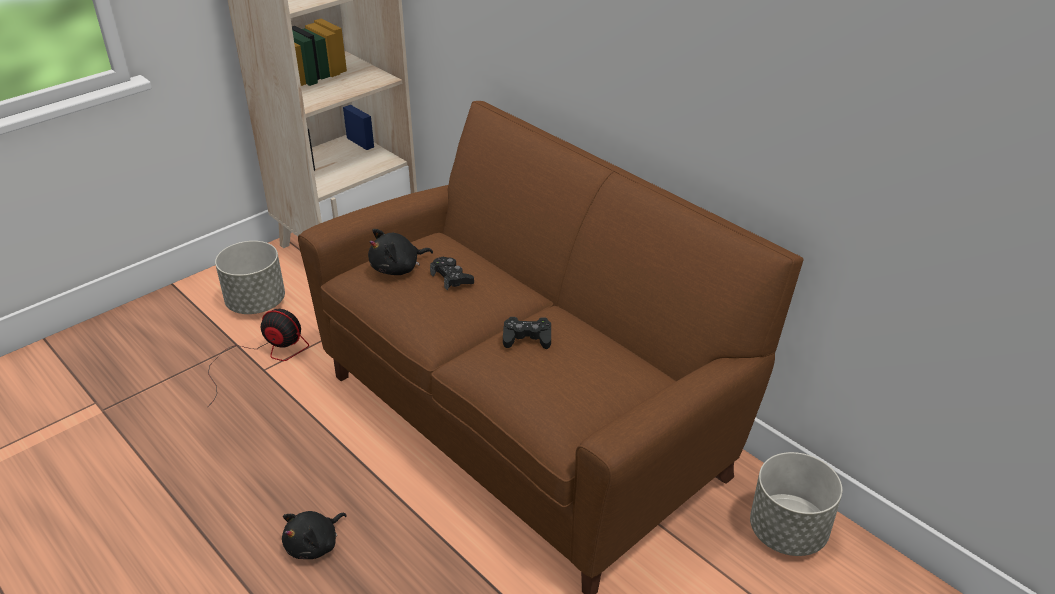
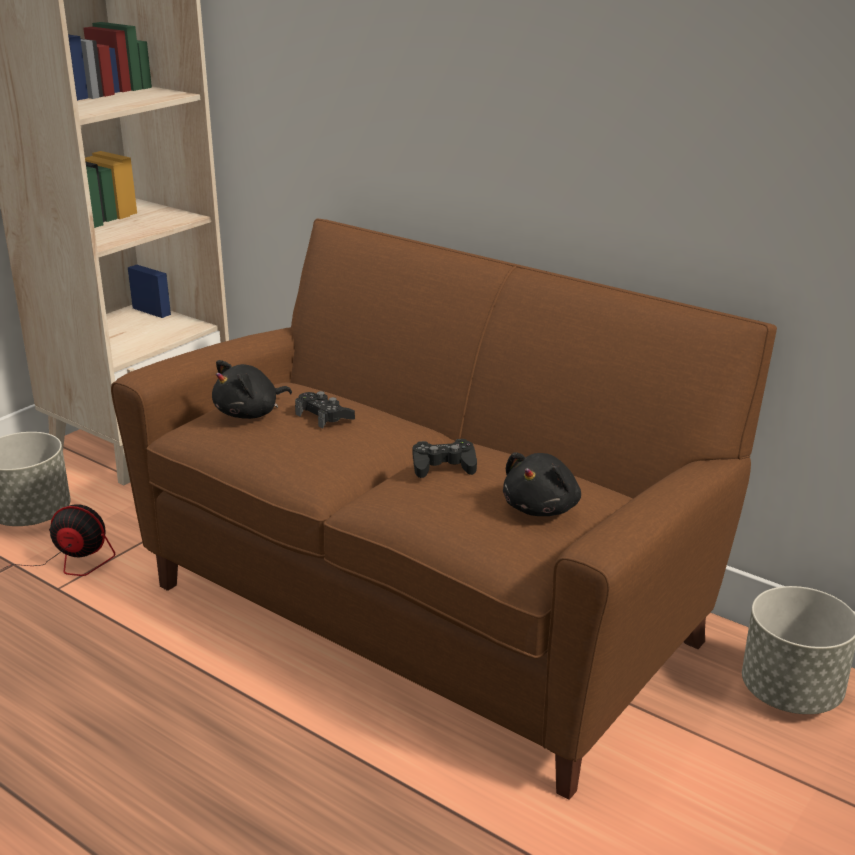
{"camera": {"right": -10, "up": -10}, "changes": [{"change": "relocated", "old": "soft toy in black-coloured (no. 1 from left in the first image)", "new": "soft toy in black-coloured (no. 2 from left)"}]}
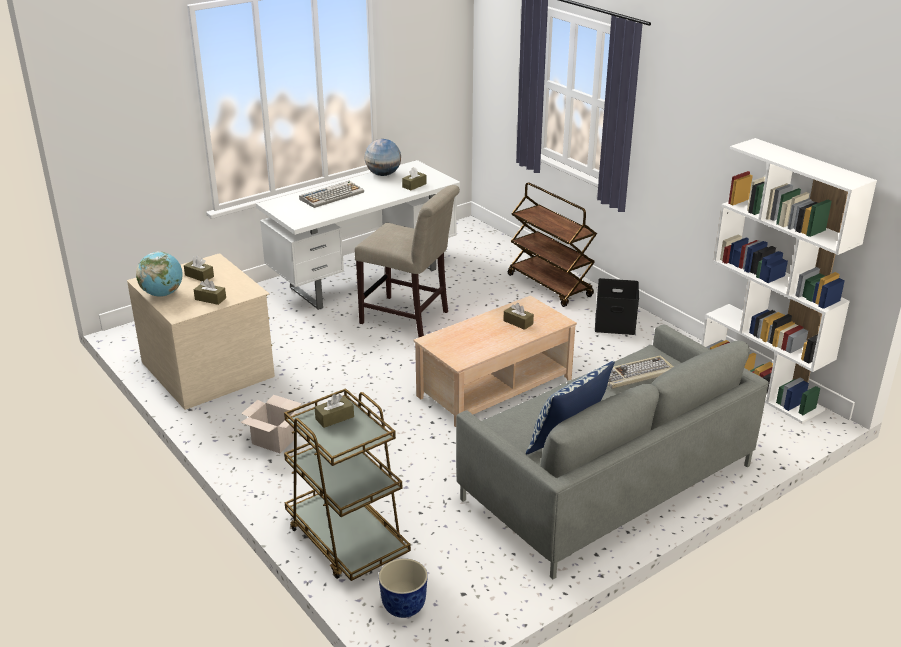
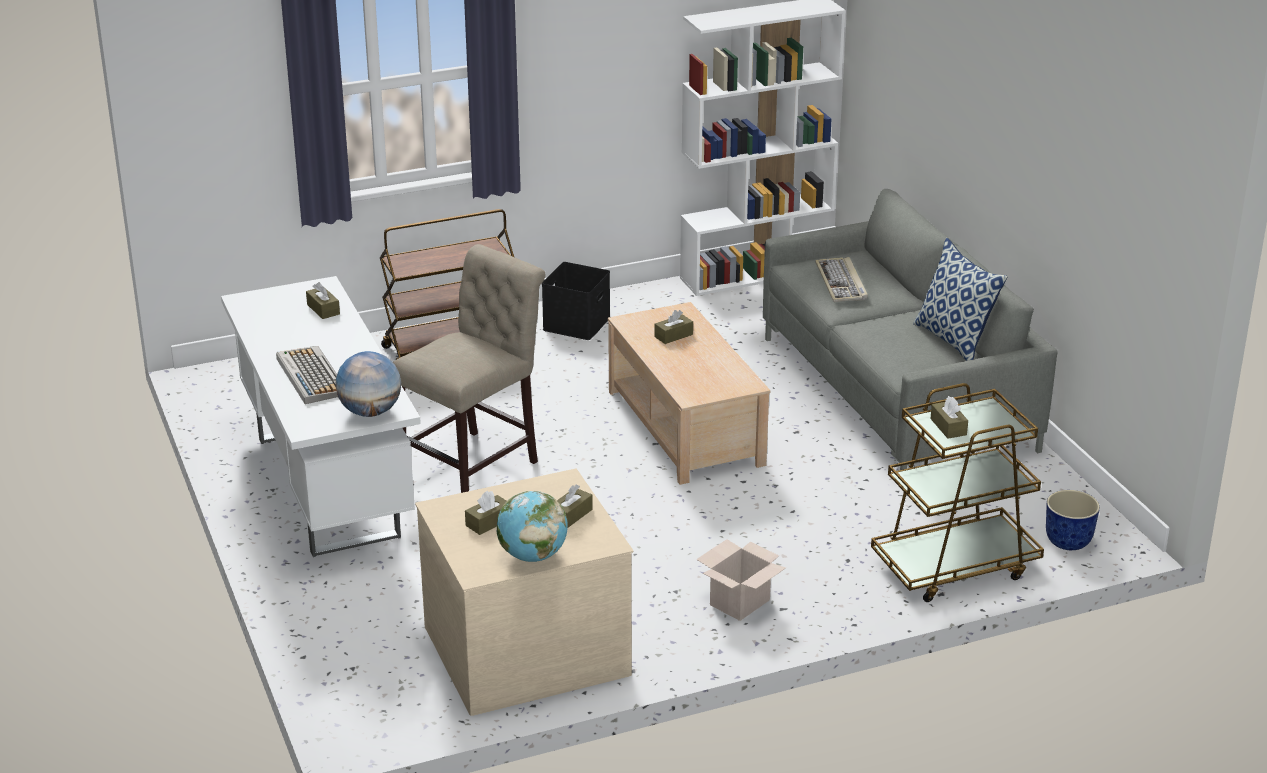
{"camera": {"right": -75, "up": 0}, "changes": [{"change": "relocated", "old": "desk globe (no. 2 from left in the first image)", "new": "desk globe (no. 1 from left)"}]}
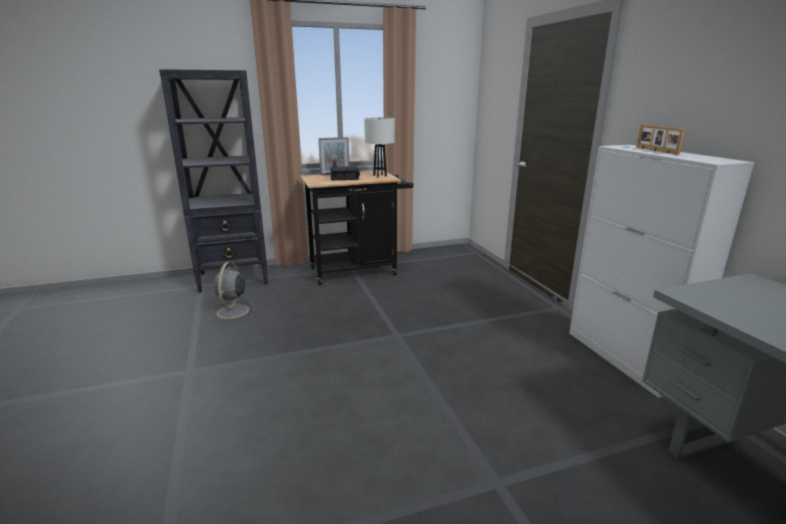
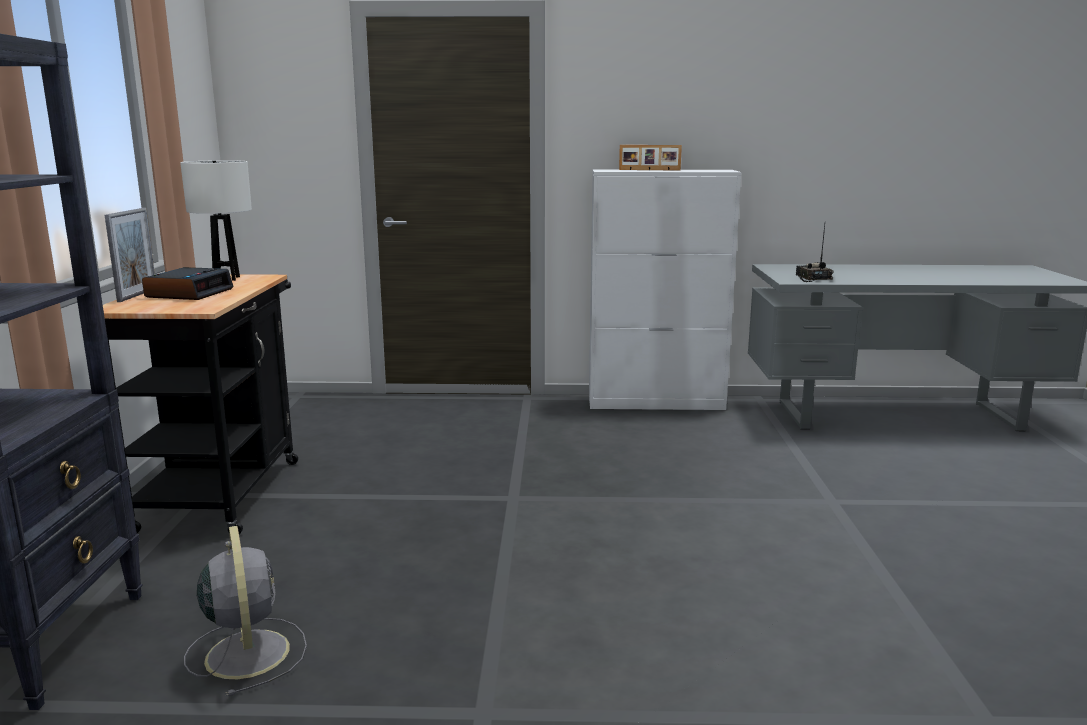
{"camera": {"right": -70, "up": -5}, "changes": [{"change": "spun", "old": "fan in greyish", "degrees": -135}, {"change": "appeared", "new": "radio set"}]}
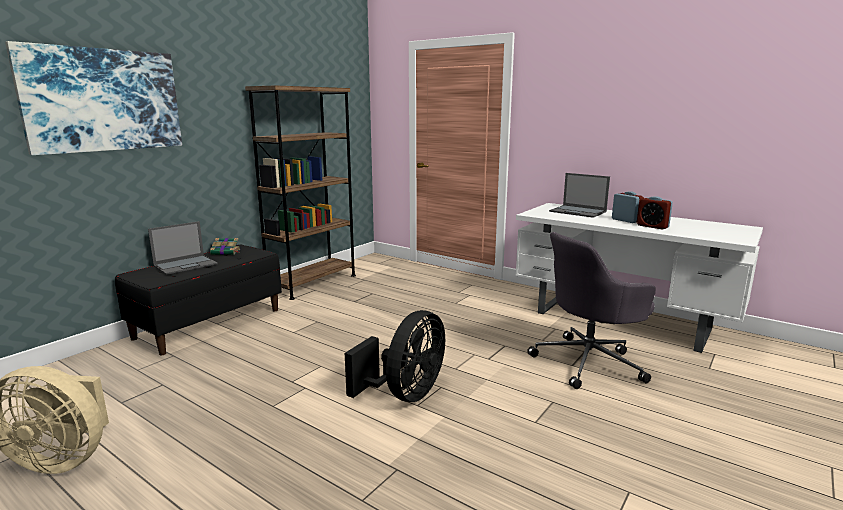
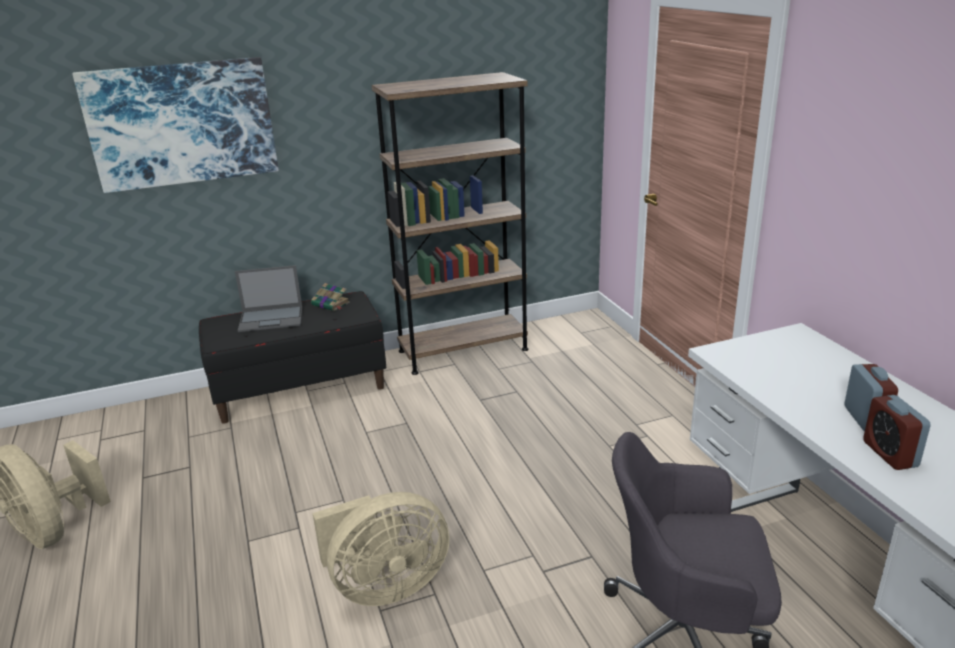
{"camera": {"right": 35, "up": 10}, "changes": [{"change": "colour", "old": "fan in black-coloured", "new": "fan in beige (no. 2 from left)"}, {"change": "missing", "old": "portable computer (no. 2 from left)"}]}
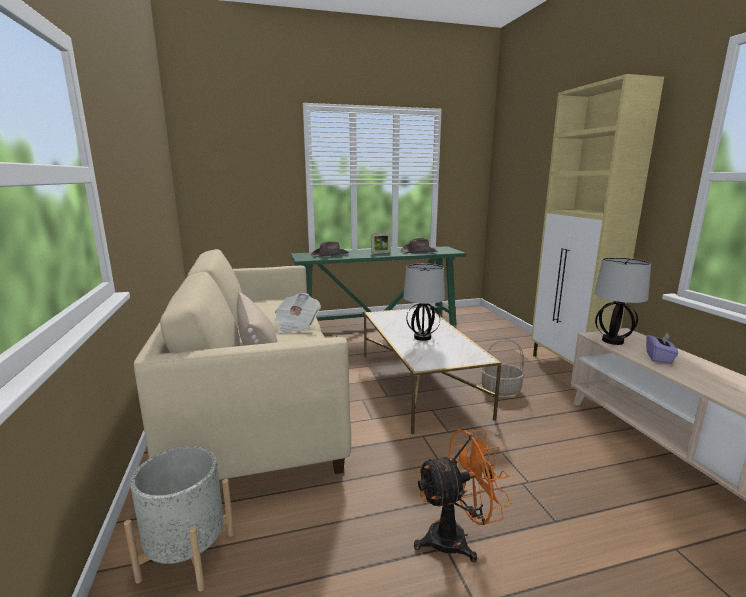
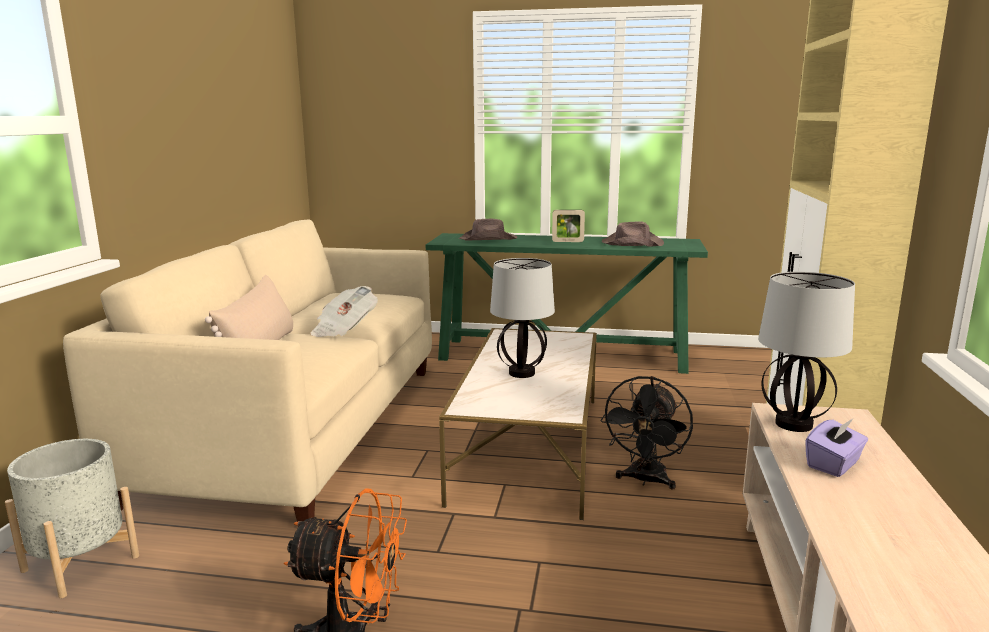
{"camera": {"right": 25, "up": 0}, "changes": [{"change": "exchanged", "old": "household basket", "new": "fan in black-coloured"}]}
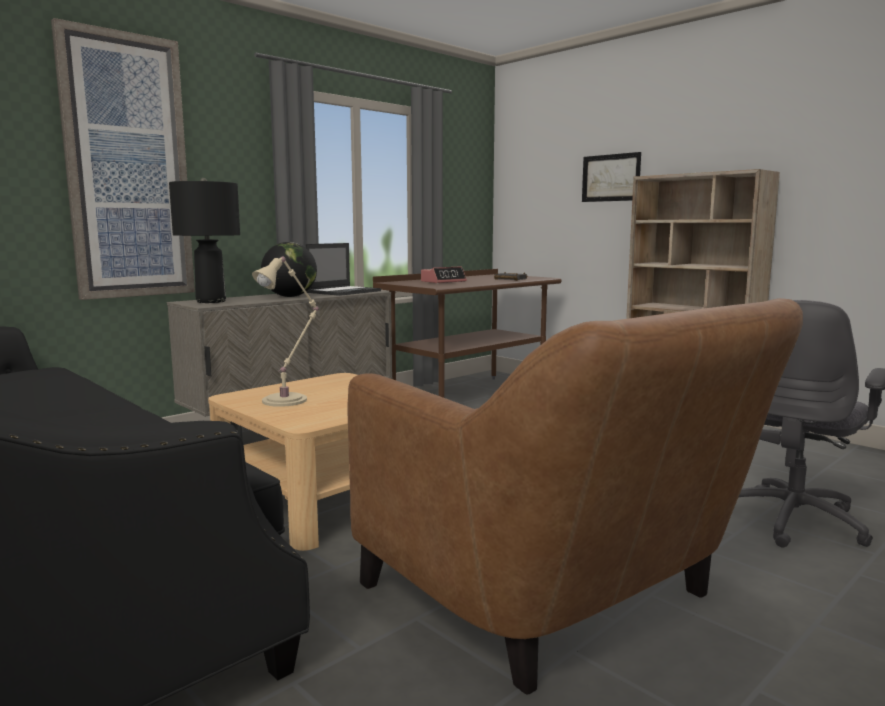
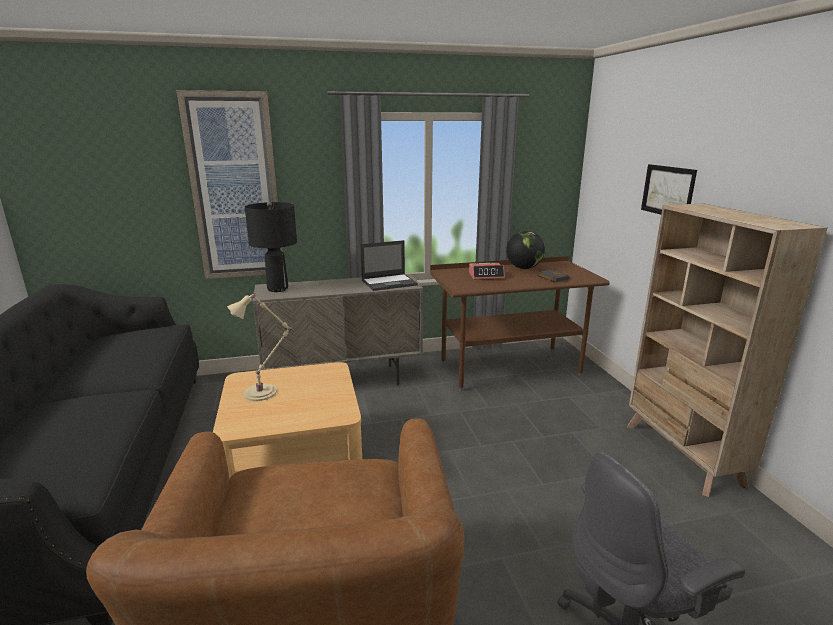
{"camera": {"right": 30, "up": 10}, "changes": [{"change": "relocated", "old": "desk globe"}]}
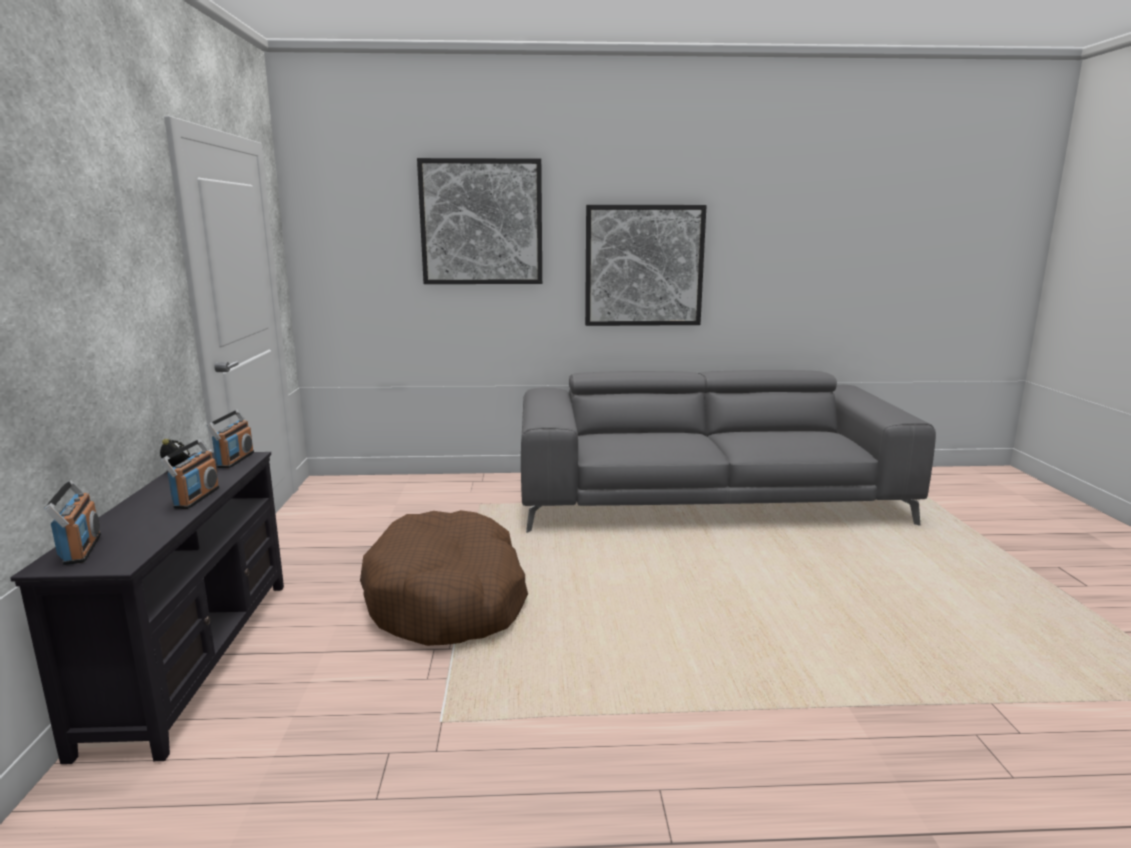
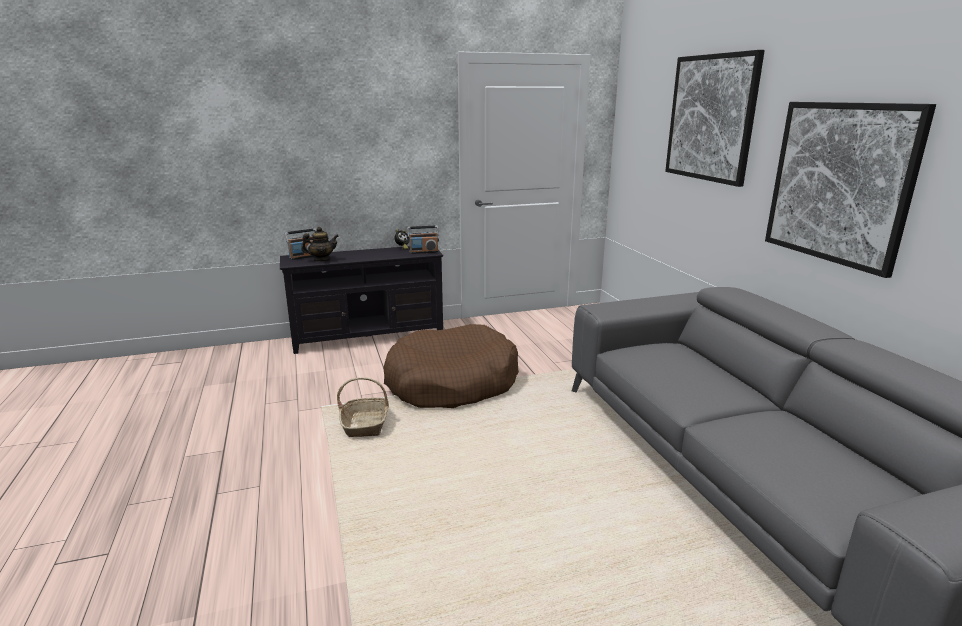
{"camera": {"right": 75, "up": 5}, "changes": [{"change": "missing", "old": "radio set (no. 2 from left)"}, {"change": "appeared", "new": "pot for tea"}, {"change": "appeared", "new": "household basket"}]}
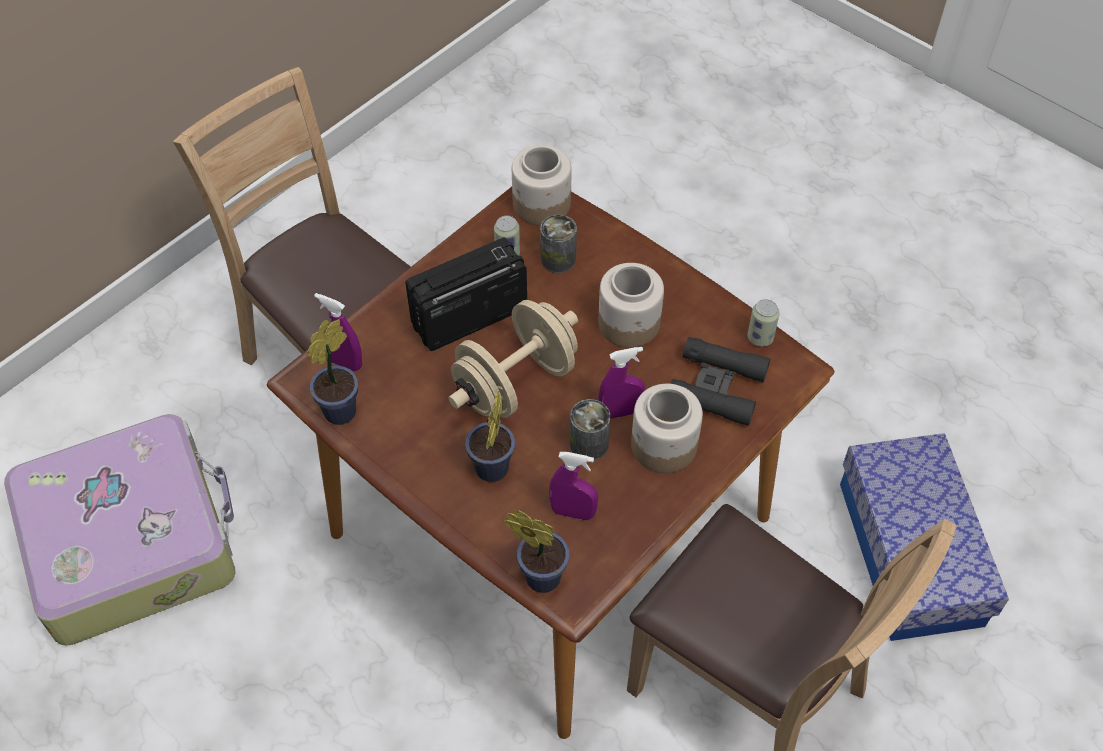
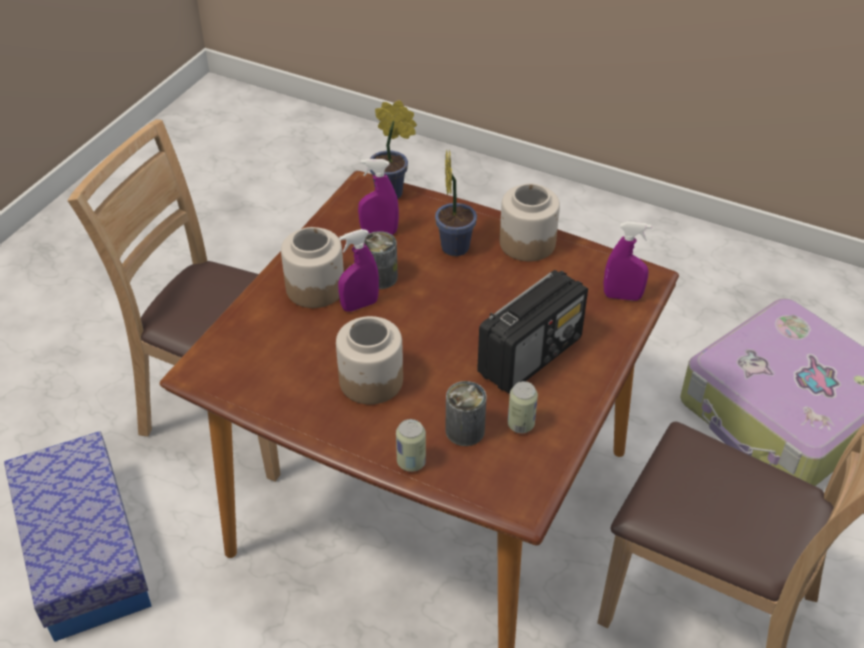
{"camera": {"right": 165, "up": -10}, "changes": [{"change": "missing", "old": "houseplant (no. 1 from left)"}, {"change": "missing", "old": "hand weight in beige"}, {"change": "relocated", "old": "jar (no. 1 from left in the first image)", "new": "jar (no. 3 from left)"}, {"change": "missing", "old": "pair of binoculars in black-coloured"}, {"change": "relocated", "old": "can (no. 4 from left in the first image)", "new": "can (no. 2 from left)"}]}
